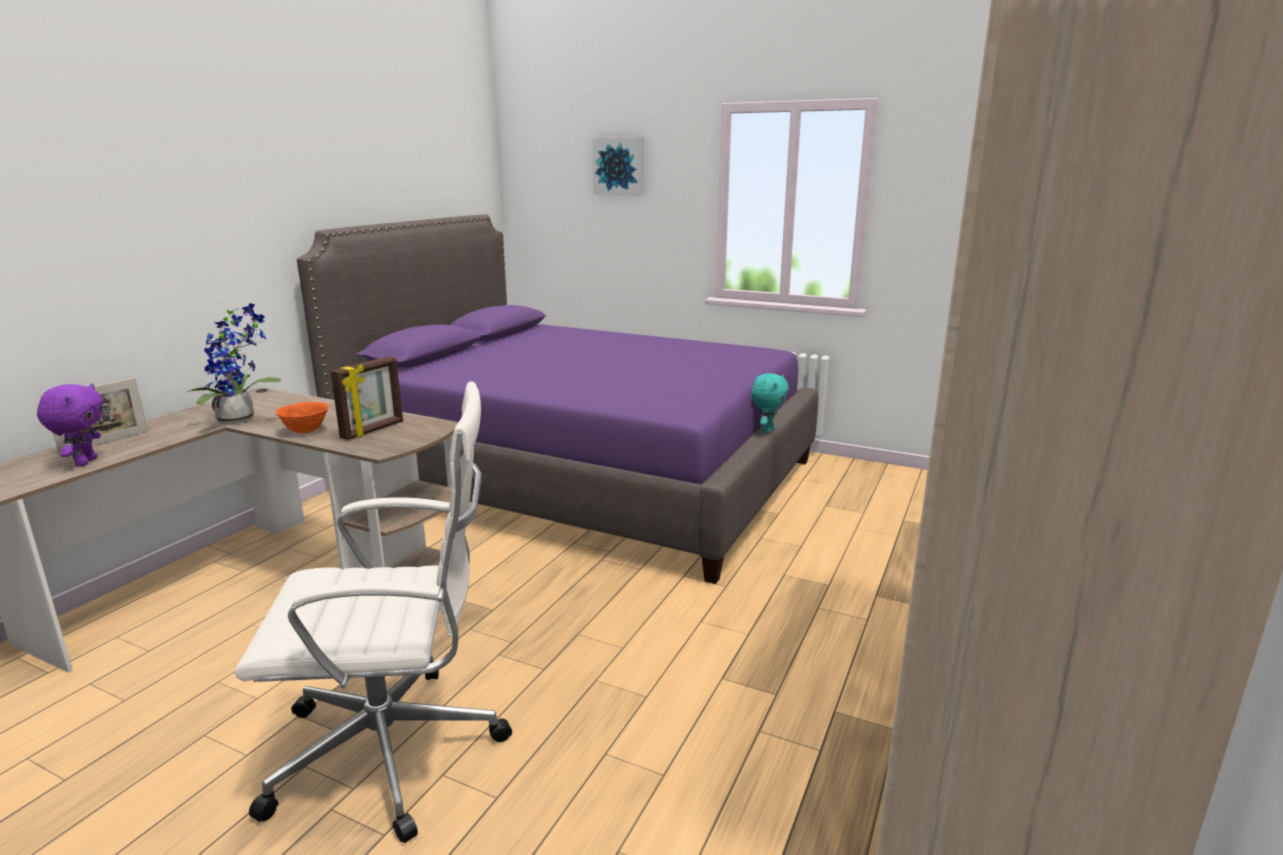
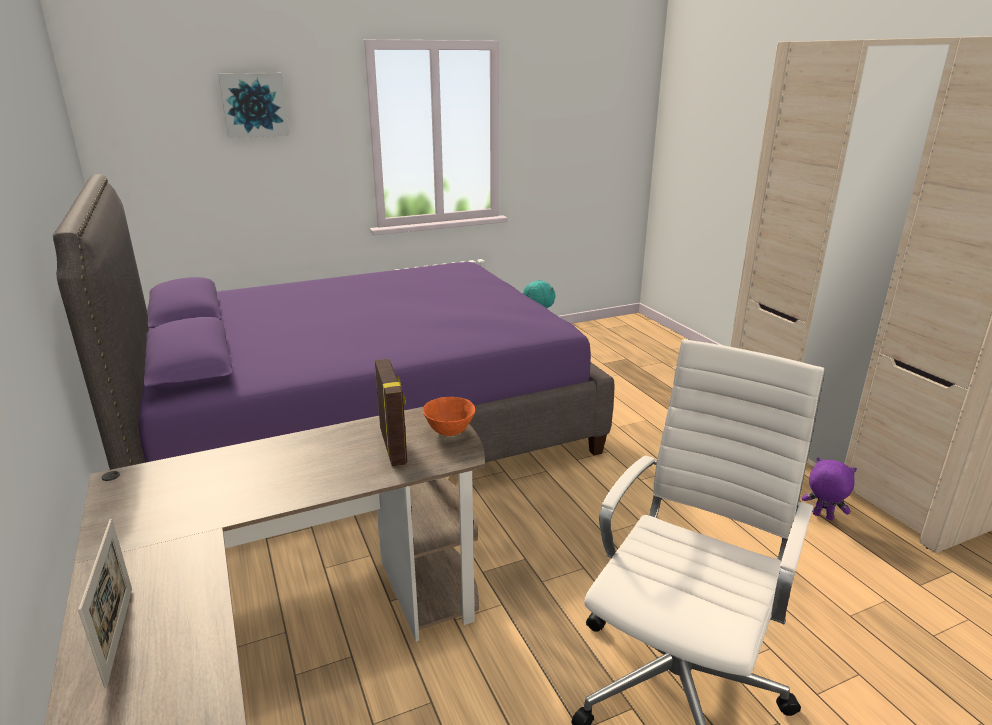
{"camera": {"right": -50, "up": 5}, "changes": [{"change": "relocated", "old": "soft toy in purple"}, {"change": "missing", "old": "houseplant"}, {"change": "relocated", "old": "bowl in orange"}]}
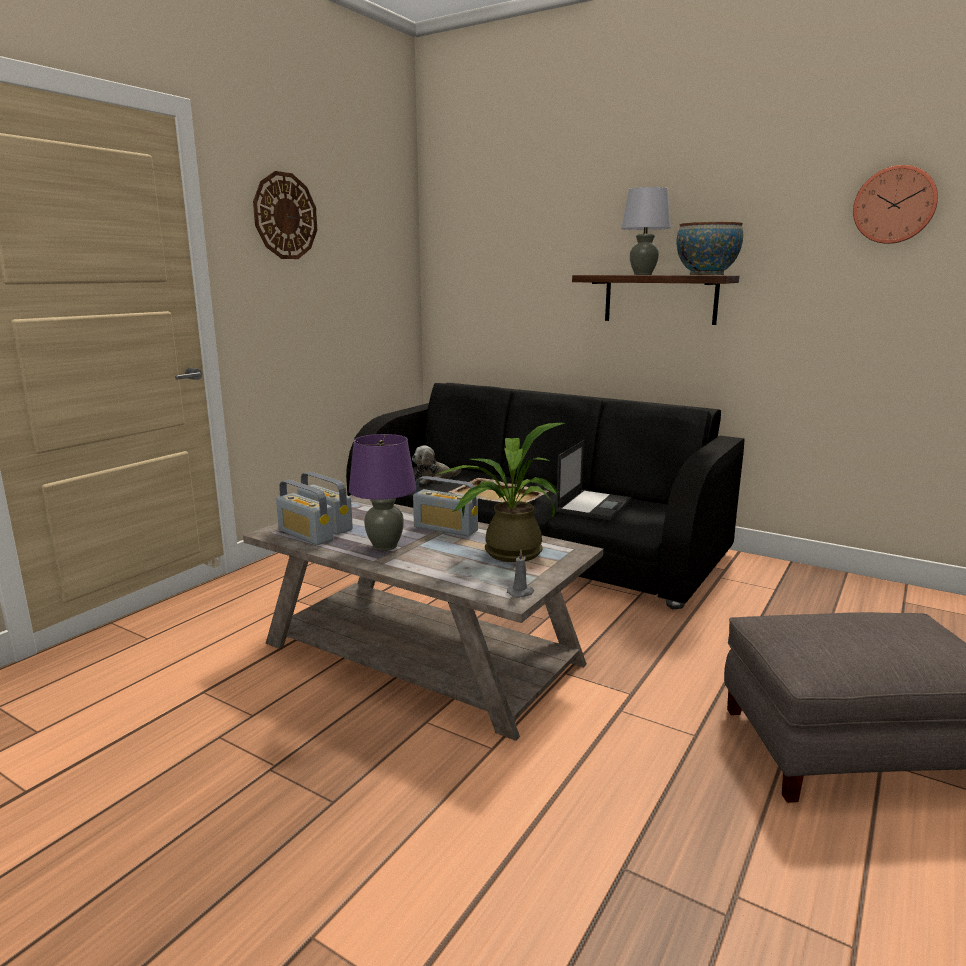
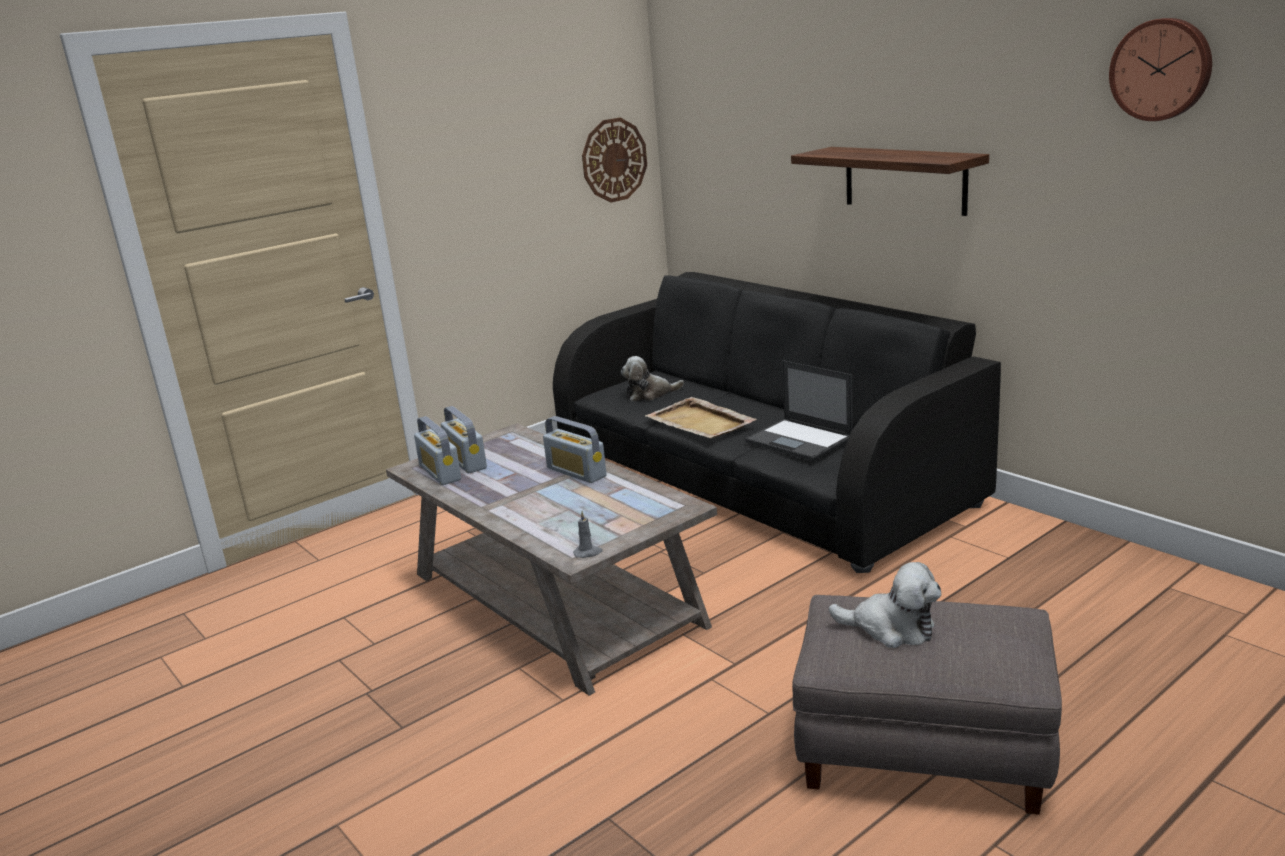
{"camera": {"right": 20, "up": 5}, "changes": [{"change": "relocated", "old": "wall clock (no. 1 from left)"}, {"change": "missing", "old": "table lamp in purple"}, {"change": "missing", "old": "houseplant"}, {"change": "spun", "old": "portable computer", "degrees": 90}, {"change": "missing", "old": "table lamp in greyish"}, {"change": "missing", "old": "bowl"}, {"change": "appeared", "new": "soft toy (no. 2 from left)"}]}
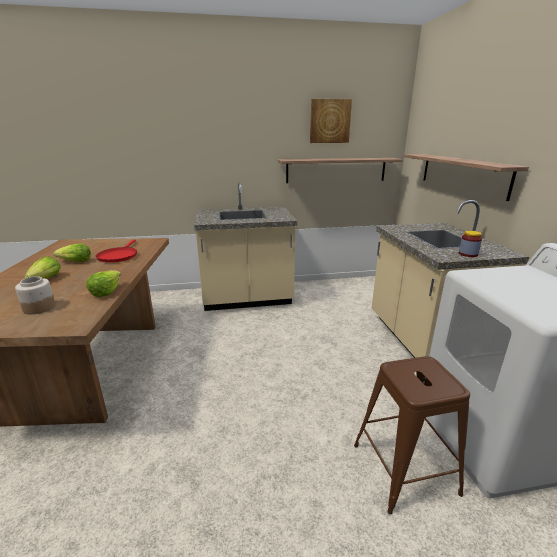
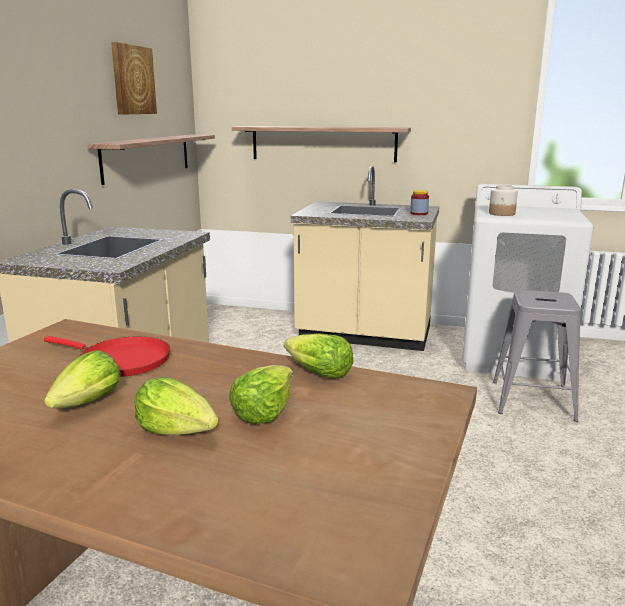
{"camera": {"right": -65, "up": -5}, "changes": [{"change": "relocated", "old": "jar (no. 1 from left in the first image)", "new": "jar (no. 2 from left)"}, {"change": "colour", "old": "stool seat in brownish", "new": "stool seat in greyish"}, {"change": "appeared", "new": "head of lettuce (no. 3 from left)"}]}
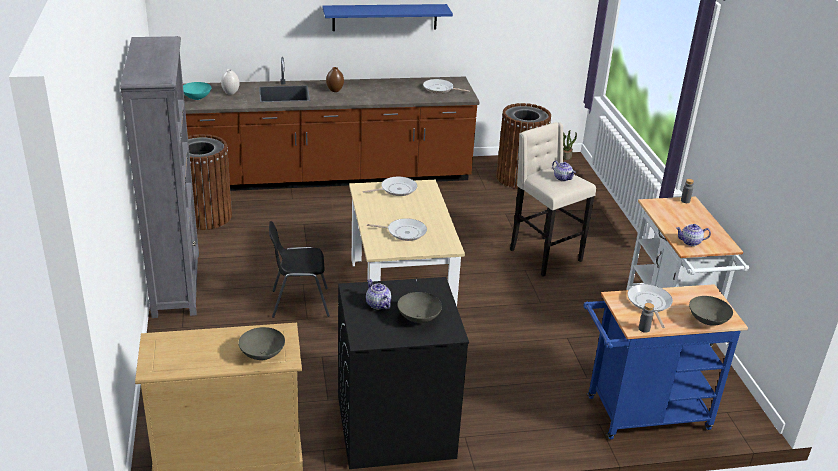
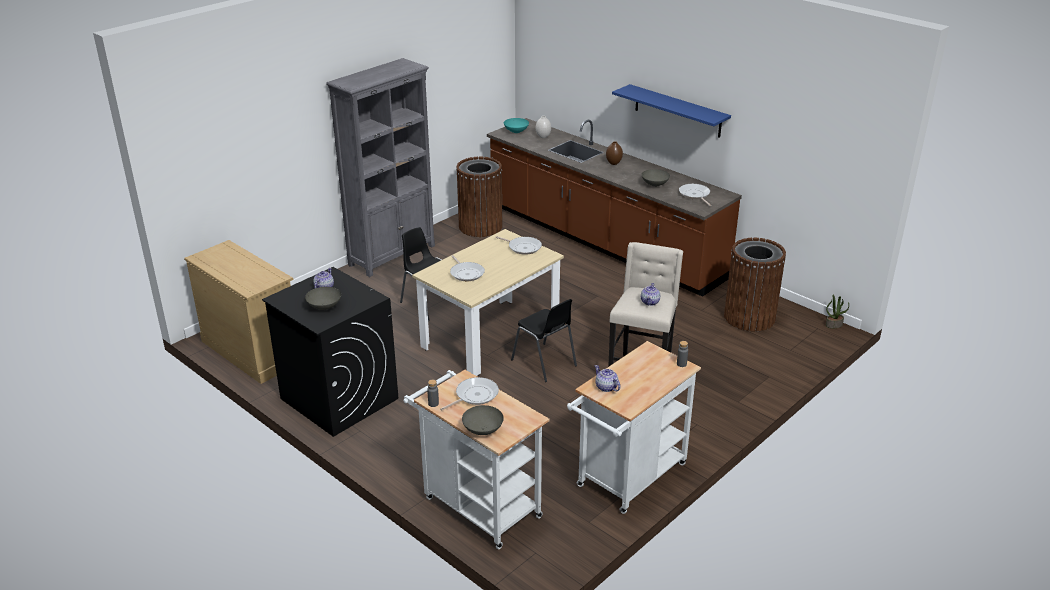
{"camera": {"right": 55, "up": 0}, "changes": [{"change": "relocated", "old": "bowl in greyish (no. 1 from left in the first image)", "new": "bowl in greyish (no. 3 from left)"}, {"change": "colour", "old": "cart in blue-coloured", "new": "cart in whitish (no. 1 from left)"}, {"change": "appeared", "new": "upright chair in black-coloured (no. 2 from left)"}]}
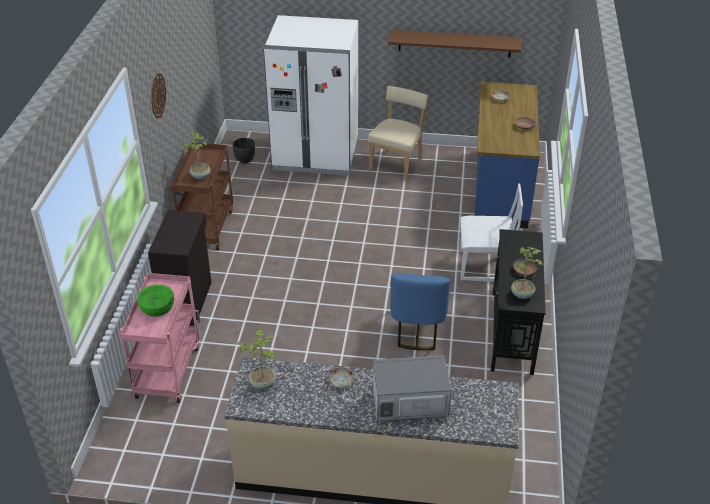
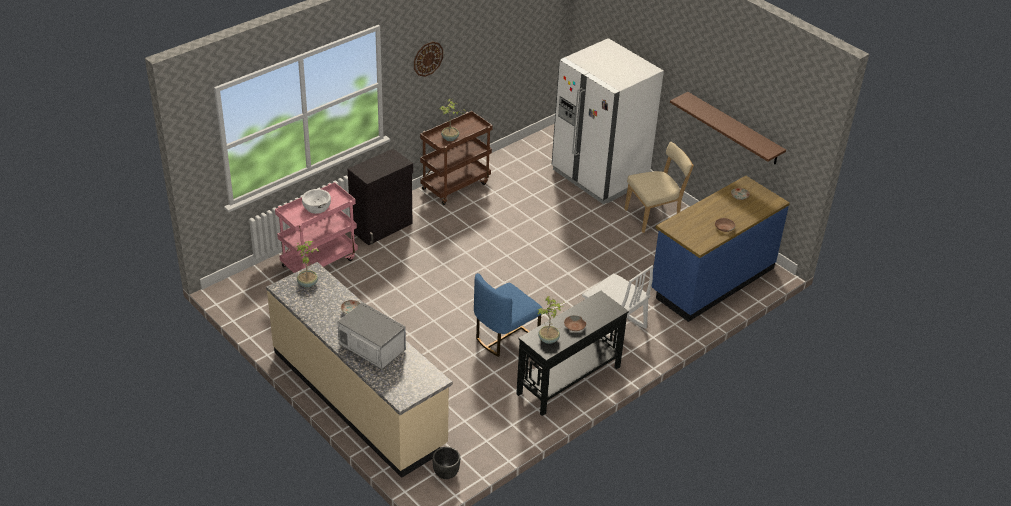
{"camera": {"right": 40, "up": 0}, "changes": [{"change": "colour", "old": "bowl in greenish", "new": "bowl in whitish"}, {"change": "relocated", "old": "planter in black-coloured"}]}
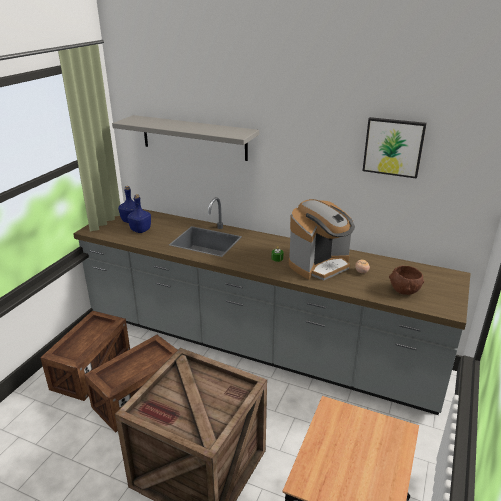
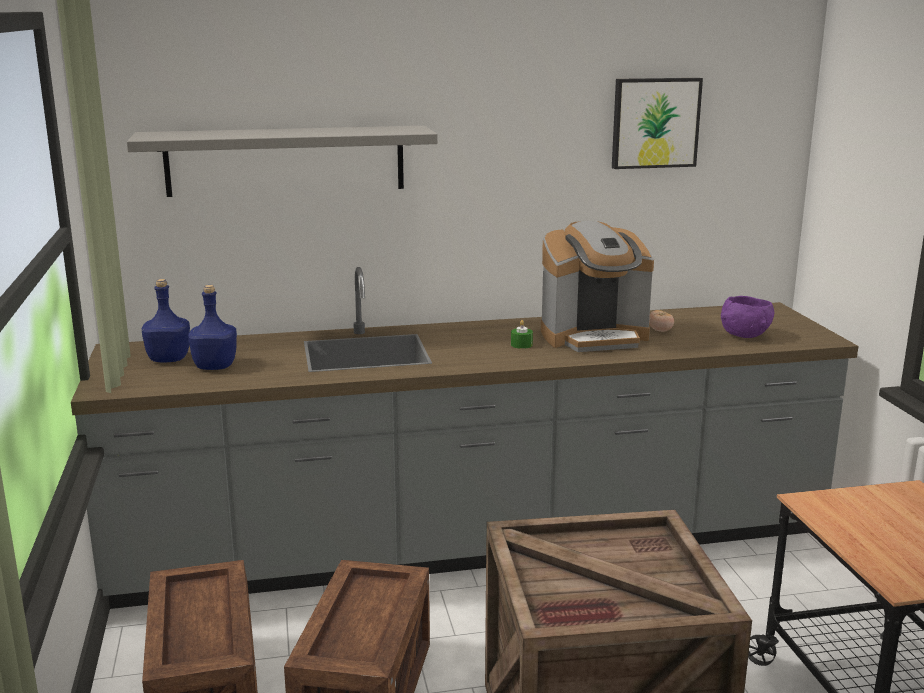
{"camera": {"right": -35, "up": -10}, "changes": [{"change": "spun", "old": "coffee machine", "degrees": 60}, {"change": "colour", "old": "bowl in brownish", "new": "bowl in purple"}]}
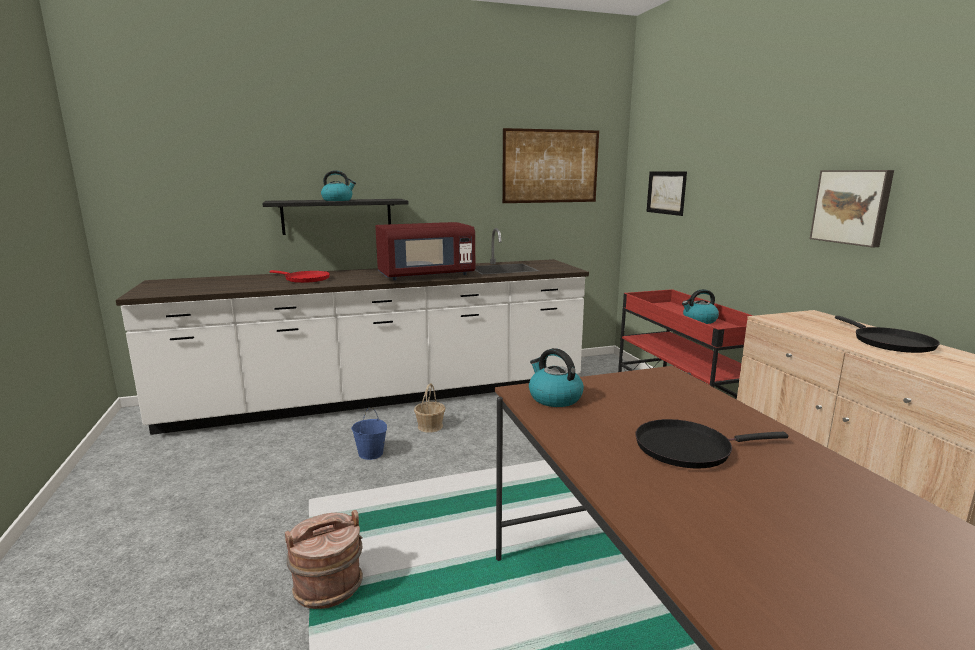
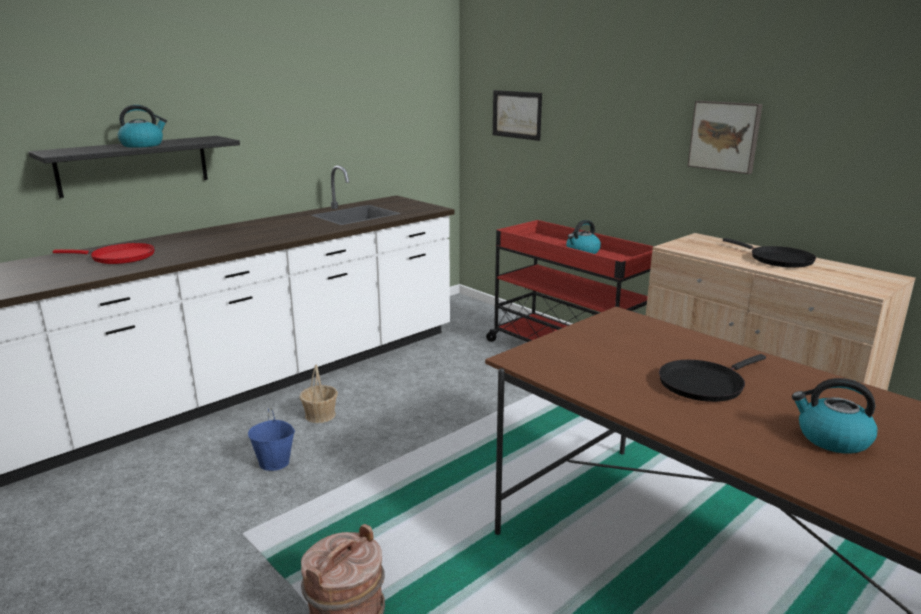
{"camera": {"right": -25, "up": 5}, "changes": [{"change": "missing", "old": "kitchen microwave in reddish"}, {"change": "missing", "old": "picture (no. 1 from left)"}, {"change": "relocated", "old": "kettle (no. 2 from left in the first image)", "new": "kettle (no. 3 from left)"}]}
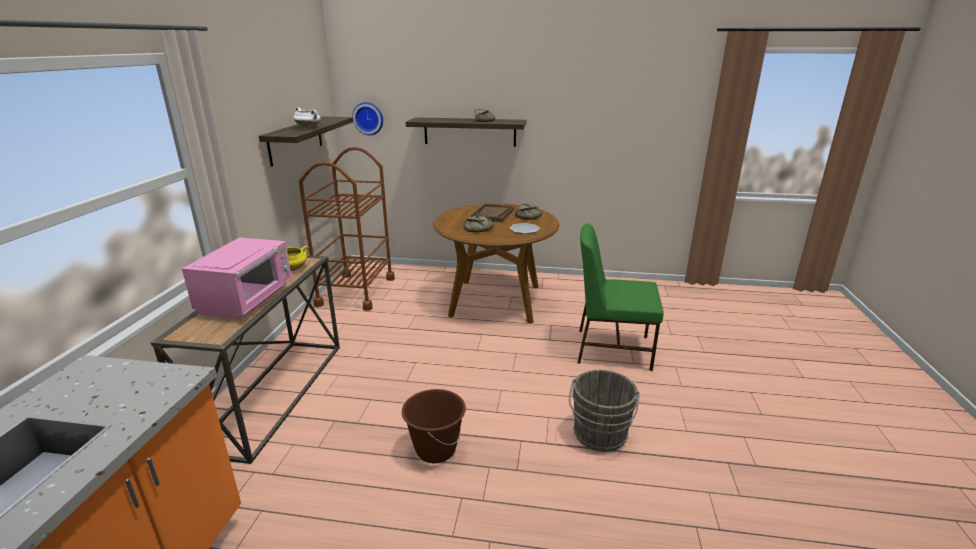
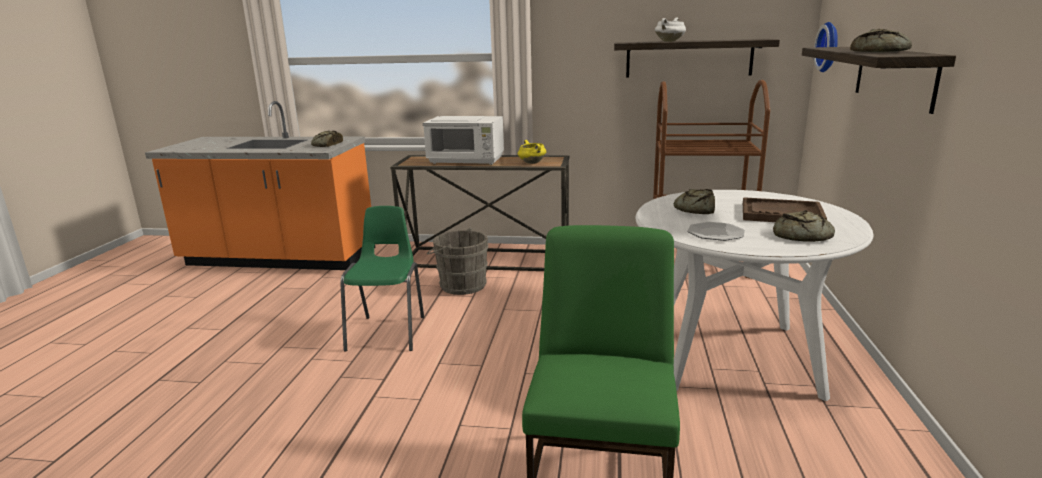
{"camera": {"right": 90, "up": -5}, "changes": [{"change": "colour", "old": "kitchen microwave in pinkish", "new": "kitchen microwave in whitish"}, {"change": "exchanged", "old": "pail in brownish", "new": "upright chair in greenish (no. 1 from left)"}, {"change": "colour", "old": "dining table in brownish", "new": "dining table in whitish"}, {"change": "relocated", "old": "pail in greyish"}, {"change": "appeared", "new": "bakery bread (no. 1 from left)"}]}
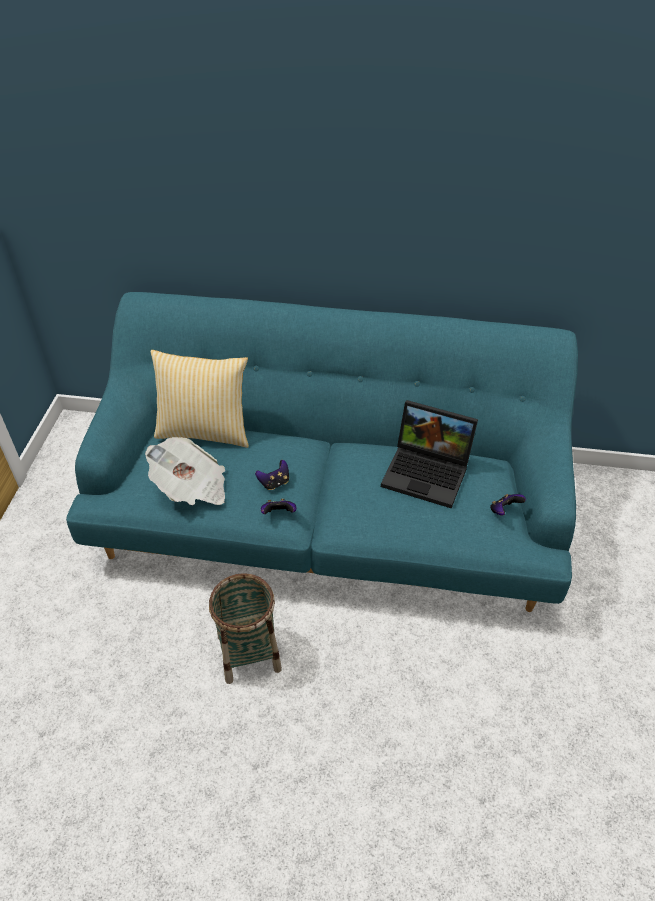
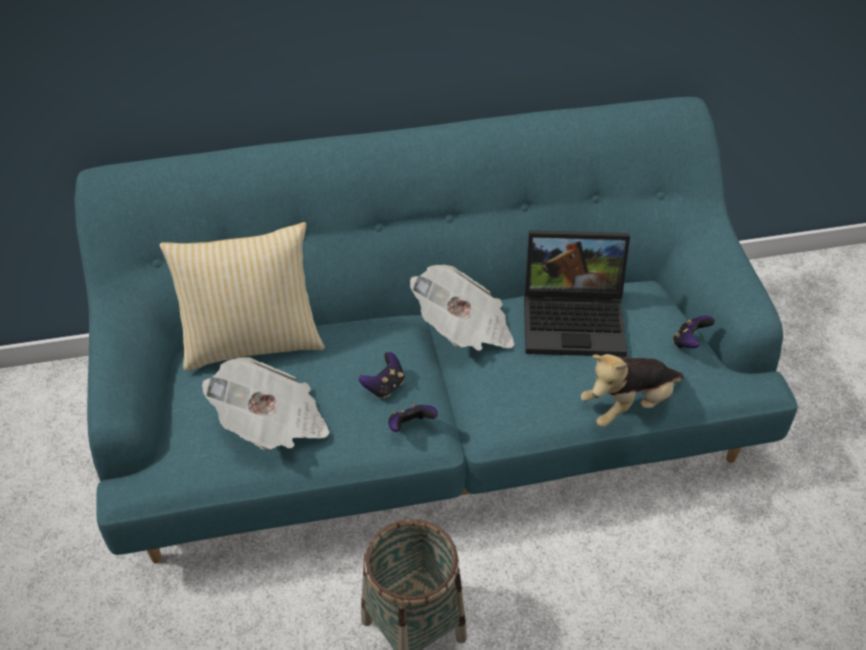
{"camera": {"right": -20, "up": 0}, "changes": [{"change": "appeared", "new": "newspaper (no. 2 from left)"}, {"change": "appeared", "new": "soft toy"}]}
